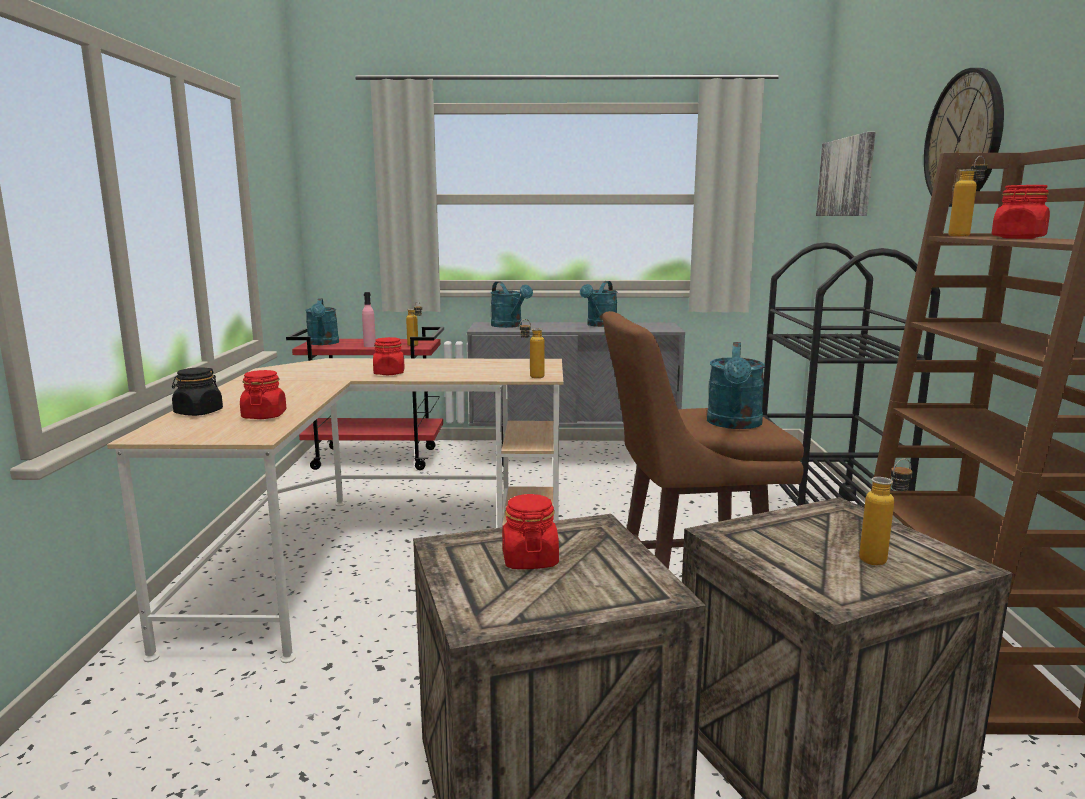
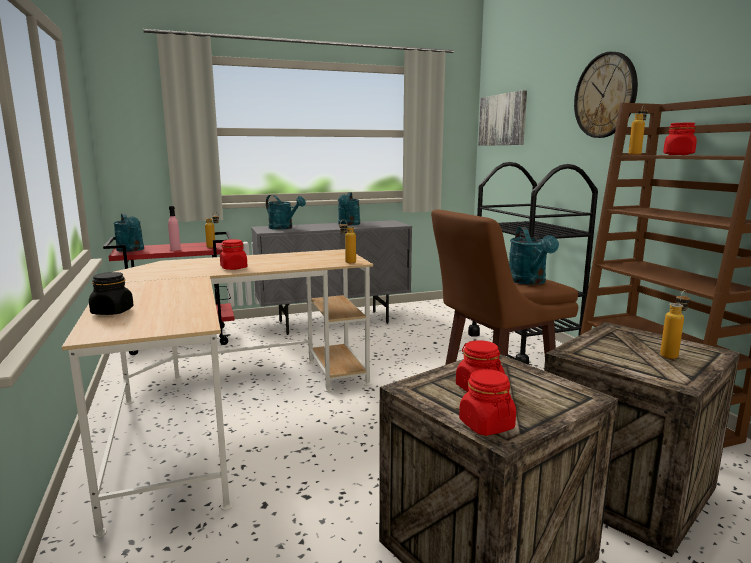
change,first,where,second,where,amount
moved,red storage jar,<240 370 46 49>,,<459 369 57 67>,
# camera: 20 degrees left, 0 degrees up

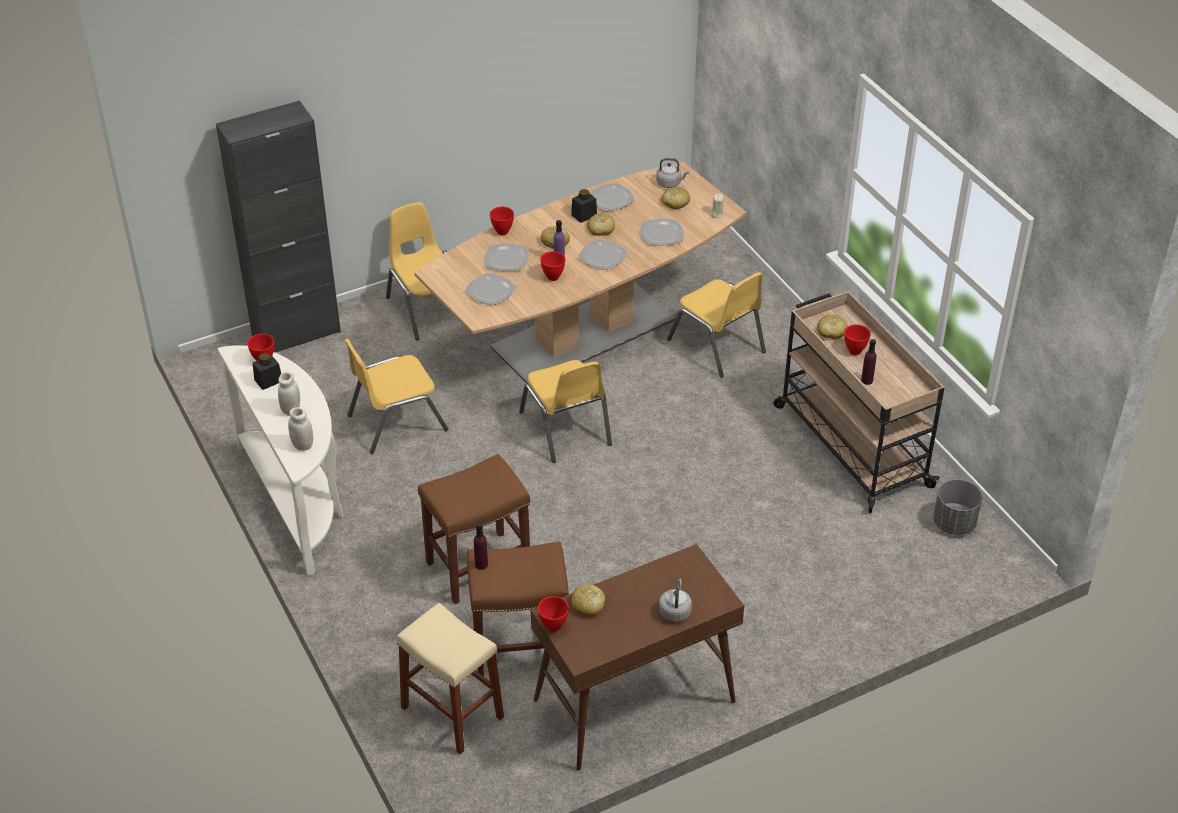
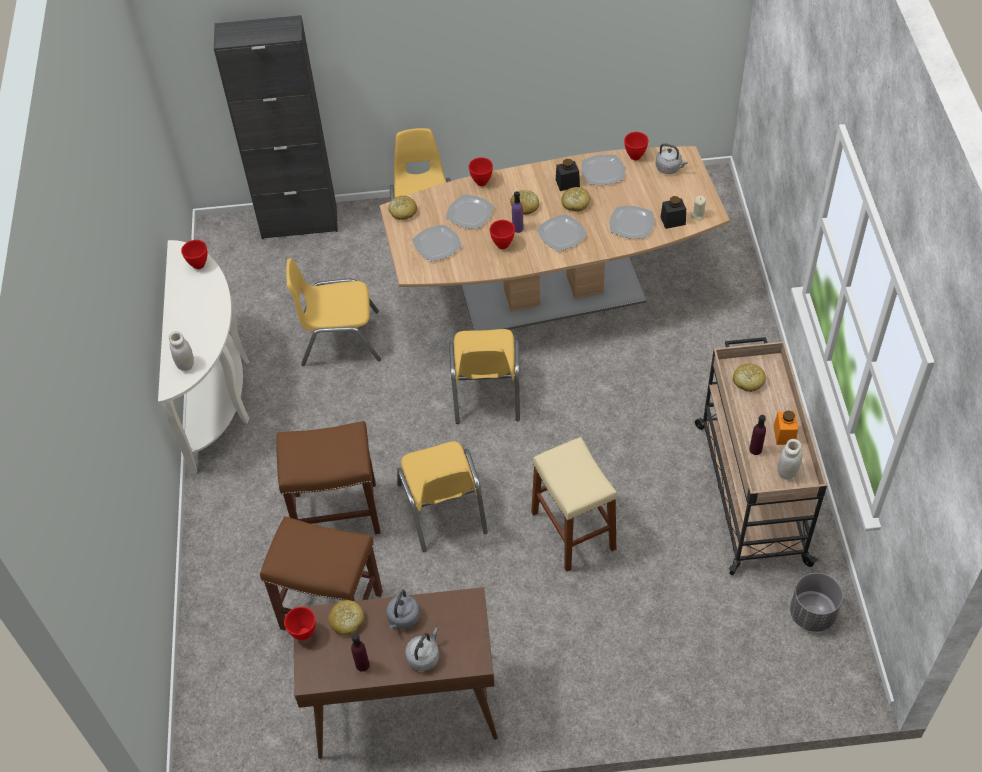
change,first,where,second,where,amount
moved,black-coloured storage jar,<253 353 28 37>,,<661 196 25 33>,
moved,whitish storage jar,<278 372 22 44>,,<777 439 25 41>,
moved,sand-coloured sitting stool,<397 603 107 151>,,<531 437 86 135>,
moved,purple-coloured beverage bottle,<474 523 14 47>,,<351 634 19 38>,
moved,bakery bread,<662 187 28 22>,,<388 196 29 24>,
moved,yellow-coloured plain chair,<667 272 99 106>,,<397 441 91 111>,
moved,red serving bowl,<844 324 27 31>,,<624 132 25 28>,
added,,,greyish kettle,<386 590 34 40>,
added,,,orange storage jar,<774 410 24 35>,
# camera: 25 degrees right, 10 degrees up

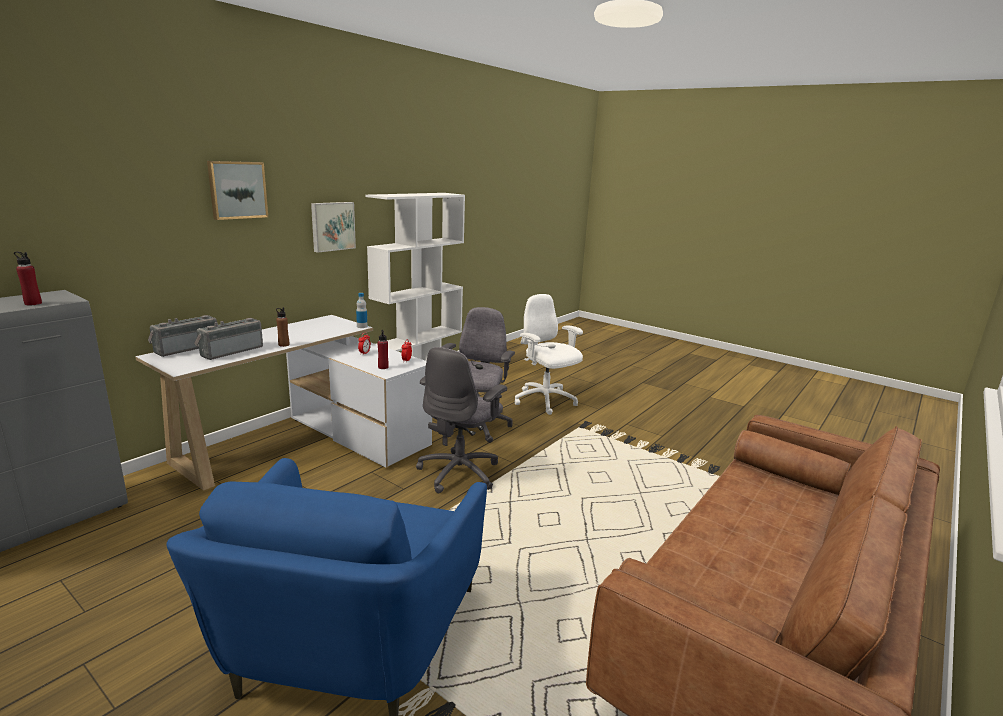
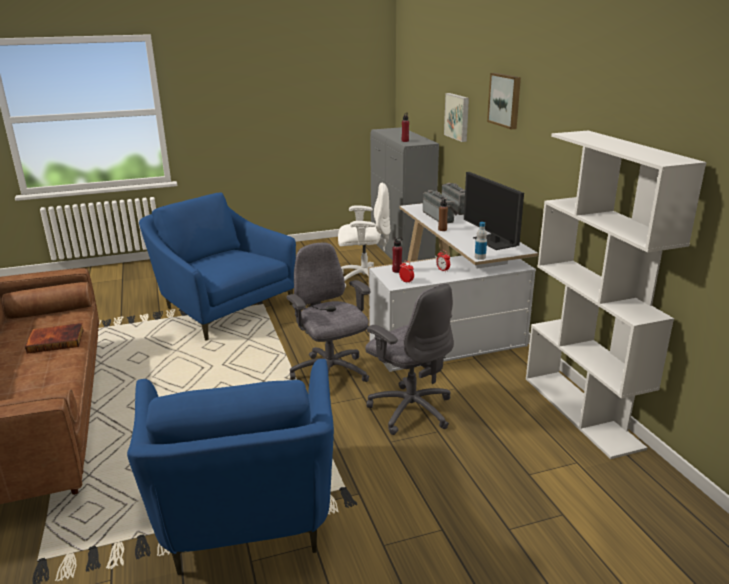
change,first,where,second,where,amount
moved,wall art,<311 202 45 51>,,<444 93 25 49>,
moved,whitish desk chair,<514 294 69 121>,,<338 183 53 105>,
added,,,volume,<25 323 59 31>,
added,,,blue-coloured lounge chair,<127 359 207 216>,
added,,,computer display,<464 172 60 78>,
# camera: 125 degrees right, 5 degrees up

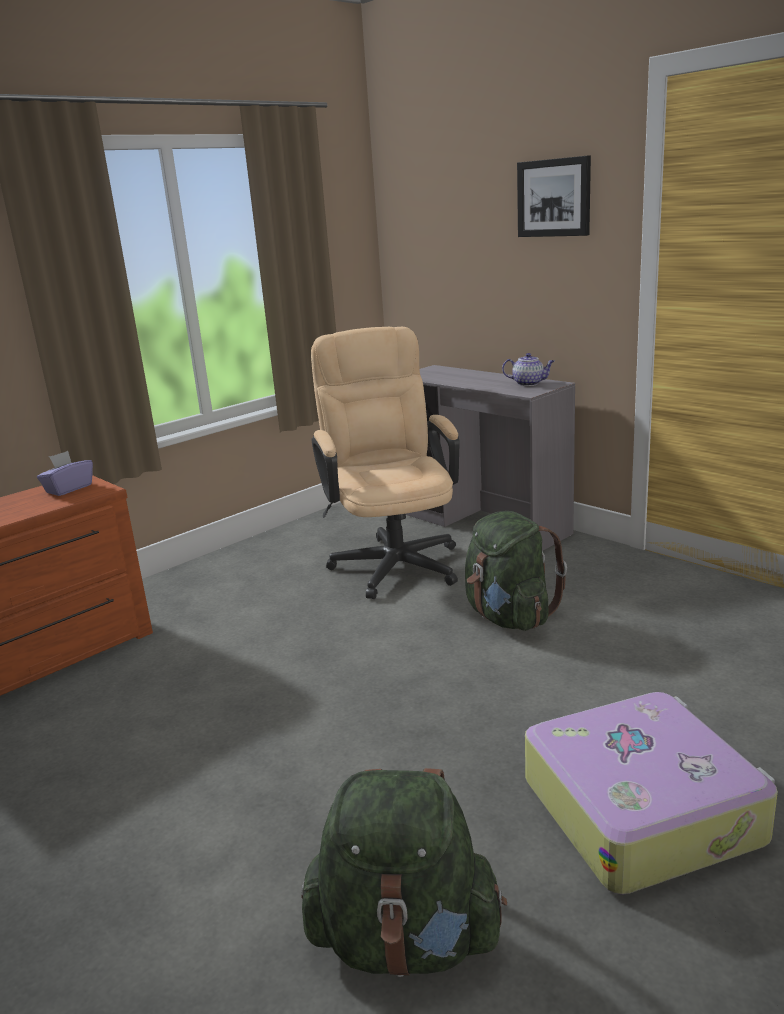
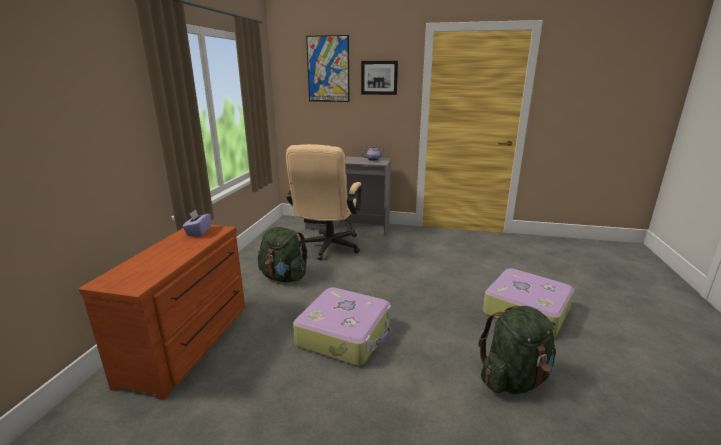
change,first,where,second,where,amount
turned,sand-coloured desk chair,<311 327 149 272>,,<286 144 76 116>,120 degrees counterclockwise
moved,green-coloured knapsack,<465 511 102 120>,,<258 227 50 55>,
added,,,travel case,<293 287 98 79>,
added,,,wall art,<306 35 44 67>,
# camera: 35 degrees left, 0 degrees up

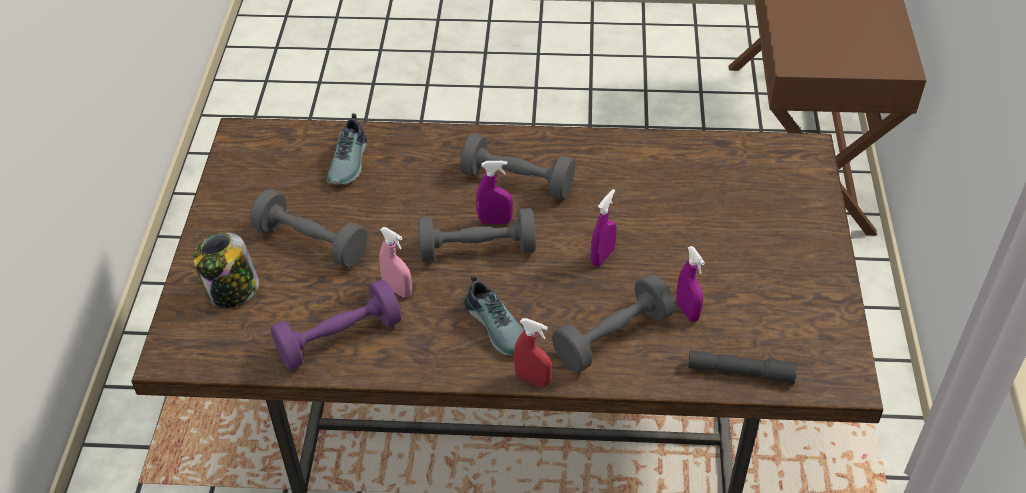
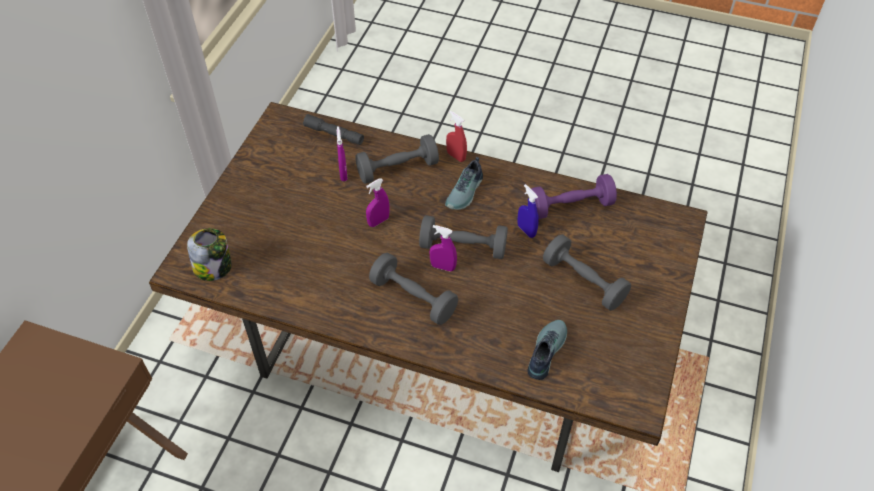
change,first,where,second,where,amount
moved,storage jar,<193 233 67 75>,,<187 228 45 53>,
recoloured,pink-coloured hand sprayer,<379 227 33 71>,blue-coloured hand sprayer,<517 184 22 54>,
turned,low shoe,<464 275 60 81>,,<445 157 38 53>,135 degrees counterclockwise
# camera: 165 degrees left, 5 degrees up

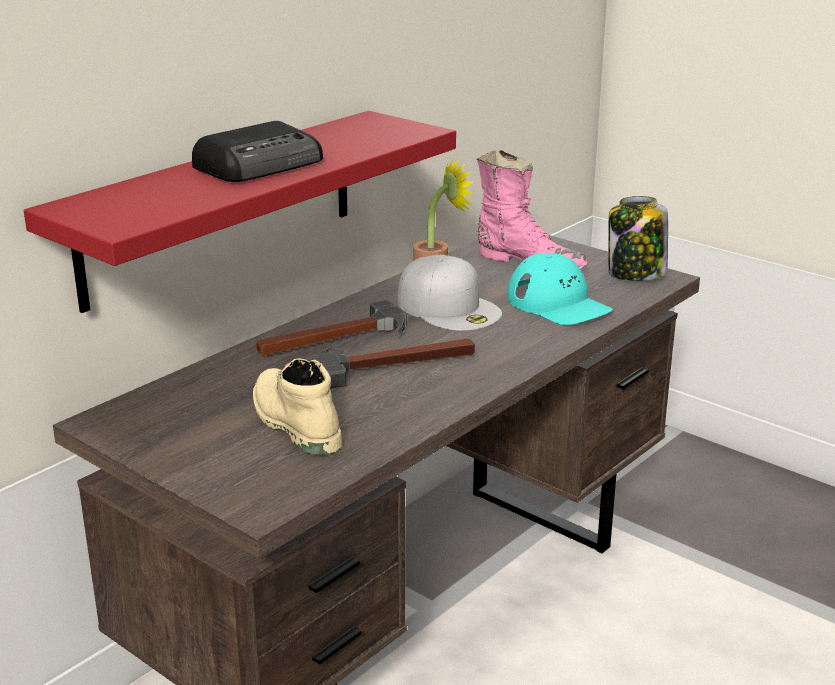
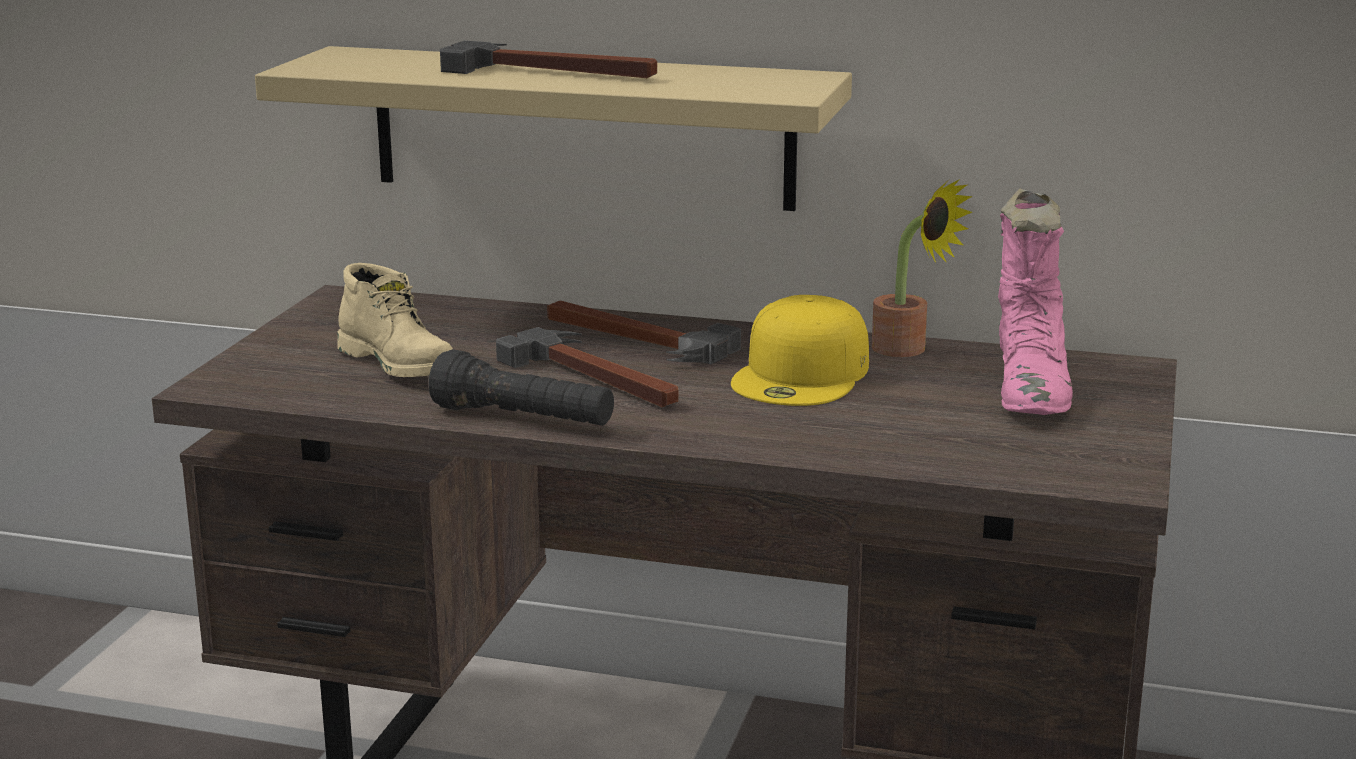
change,first,where,second,where,amount
recoloured,red shelf,<24 111 432 202>,sand-coloured shelf,<255 46 597 165>,
replaced,radio set,<192 121 131 61>,hand hammer,<440 40 217 38>,
turned,sand-coloured tall boot,<253 358 89 97>,,<337 263 116 114>,105 degrees clockwise
recoloured,whitish peaked cap,<397 255 105 76>,yellow-coloured peaked cap,<731 295 138 111>,
removed,blue-green peaked cap,<507 253 106 72>,,,
removed,storage jar,<608 196 60 85>,,,
added,,,black-coloured hand torch,<428 349 186 77>,
# camera: 65 degrees right, 5 degrees down

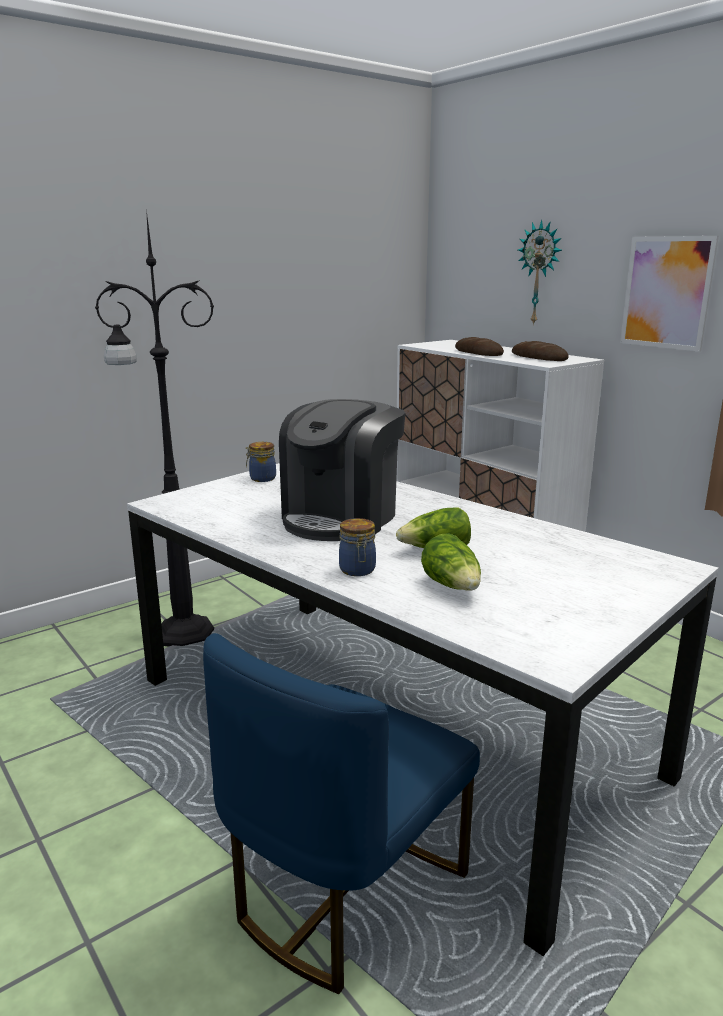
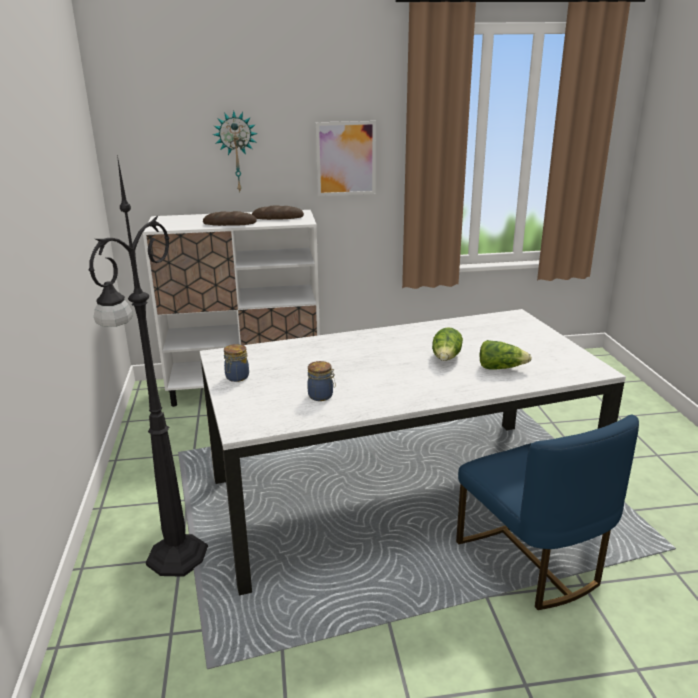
change,first,where,second,where,amount
removed,coffee brewer,<279 399 126 142>,,,
moved,storage jar,<339 518 37 58>,,<307 361 29 40>,
# camera: 60 degrees left, 5 degrees up

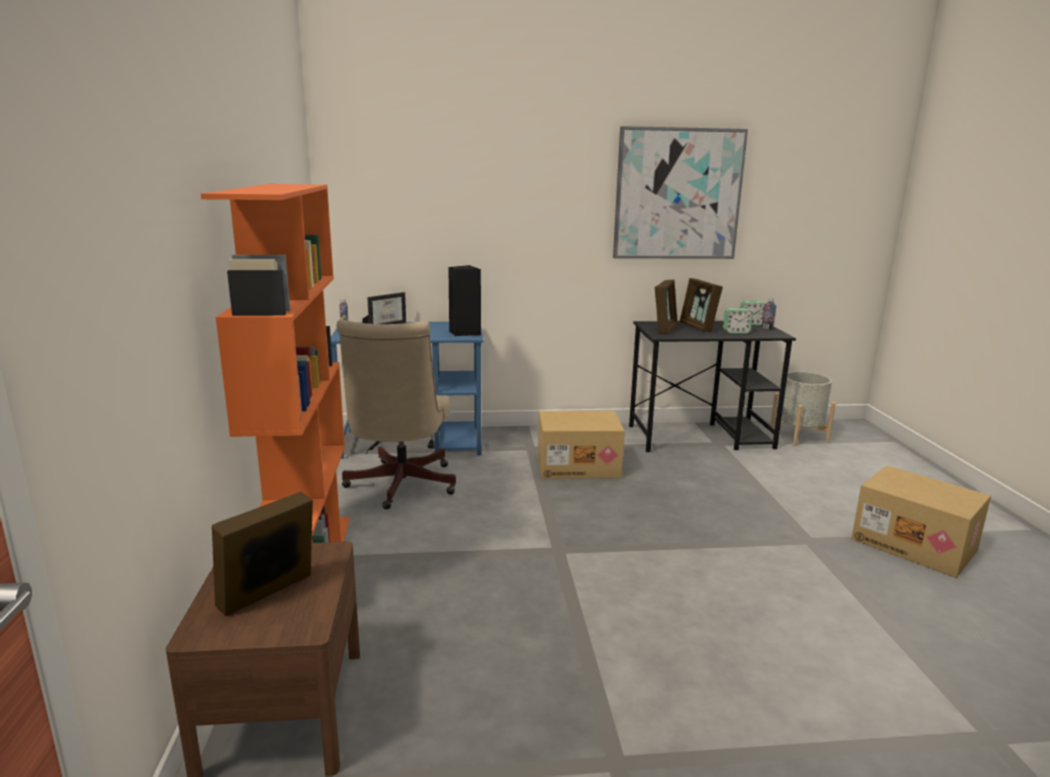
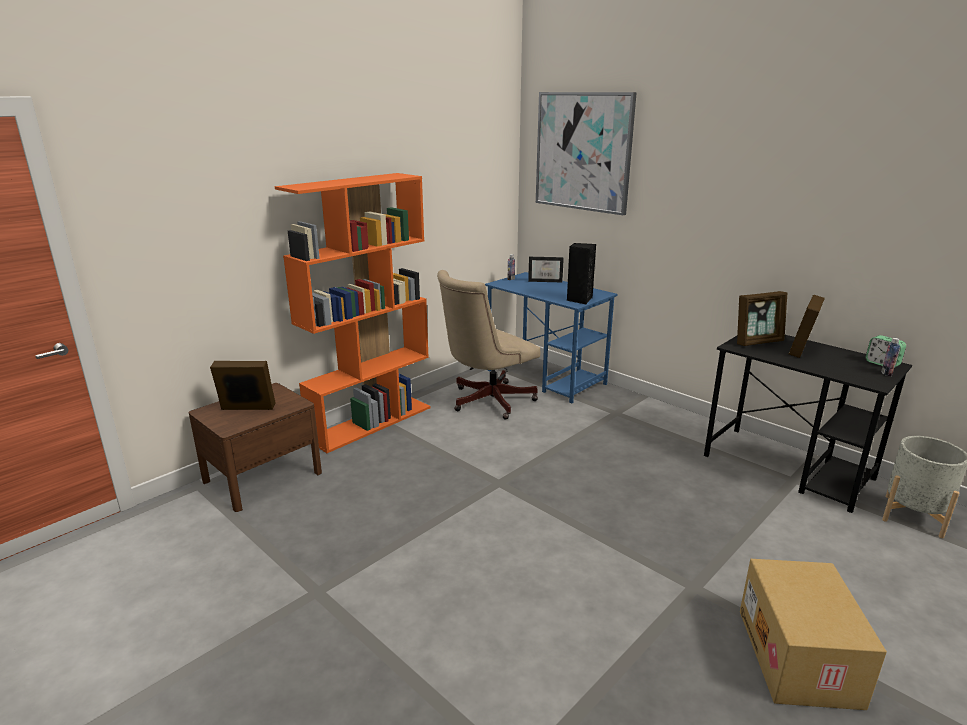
change,first,where,second,where,amount
removed,packing box,<538 411 87 68>,,,
moved,wall art,<613 126 135 133>,,<536 92 101 123>,
removed,alarm clock,<723 308 30 25>,,,
# camera: 50 degrees right, 5 degrees up

